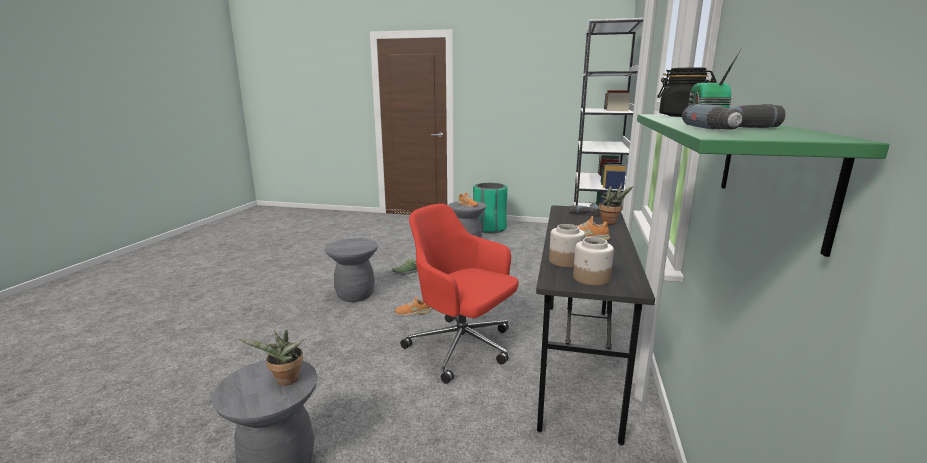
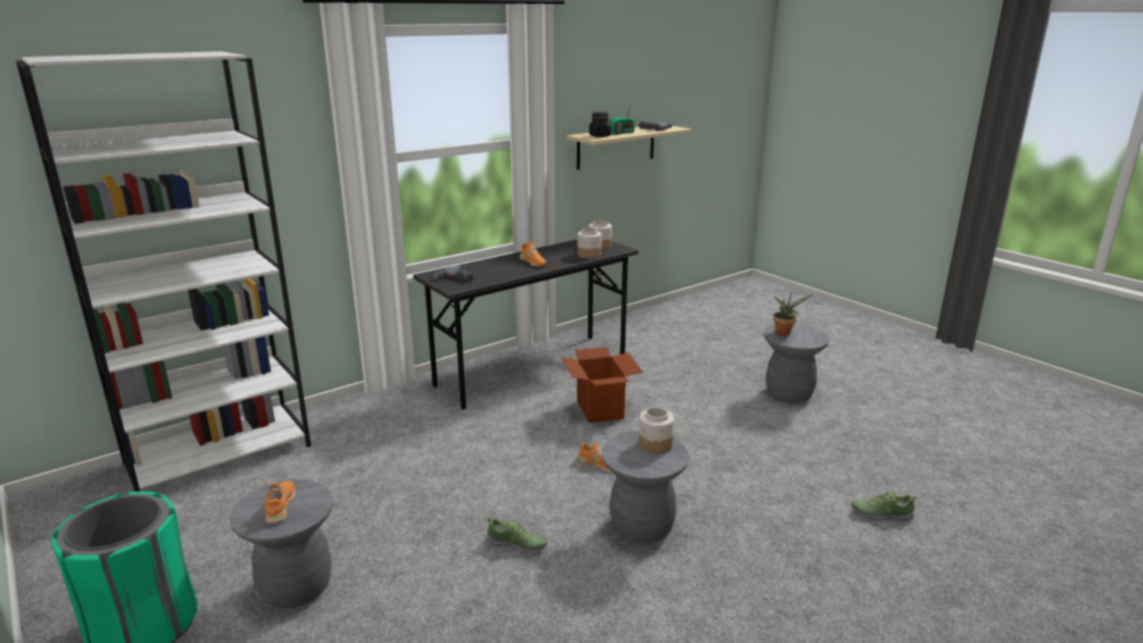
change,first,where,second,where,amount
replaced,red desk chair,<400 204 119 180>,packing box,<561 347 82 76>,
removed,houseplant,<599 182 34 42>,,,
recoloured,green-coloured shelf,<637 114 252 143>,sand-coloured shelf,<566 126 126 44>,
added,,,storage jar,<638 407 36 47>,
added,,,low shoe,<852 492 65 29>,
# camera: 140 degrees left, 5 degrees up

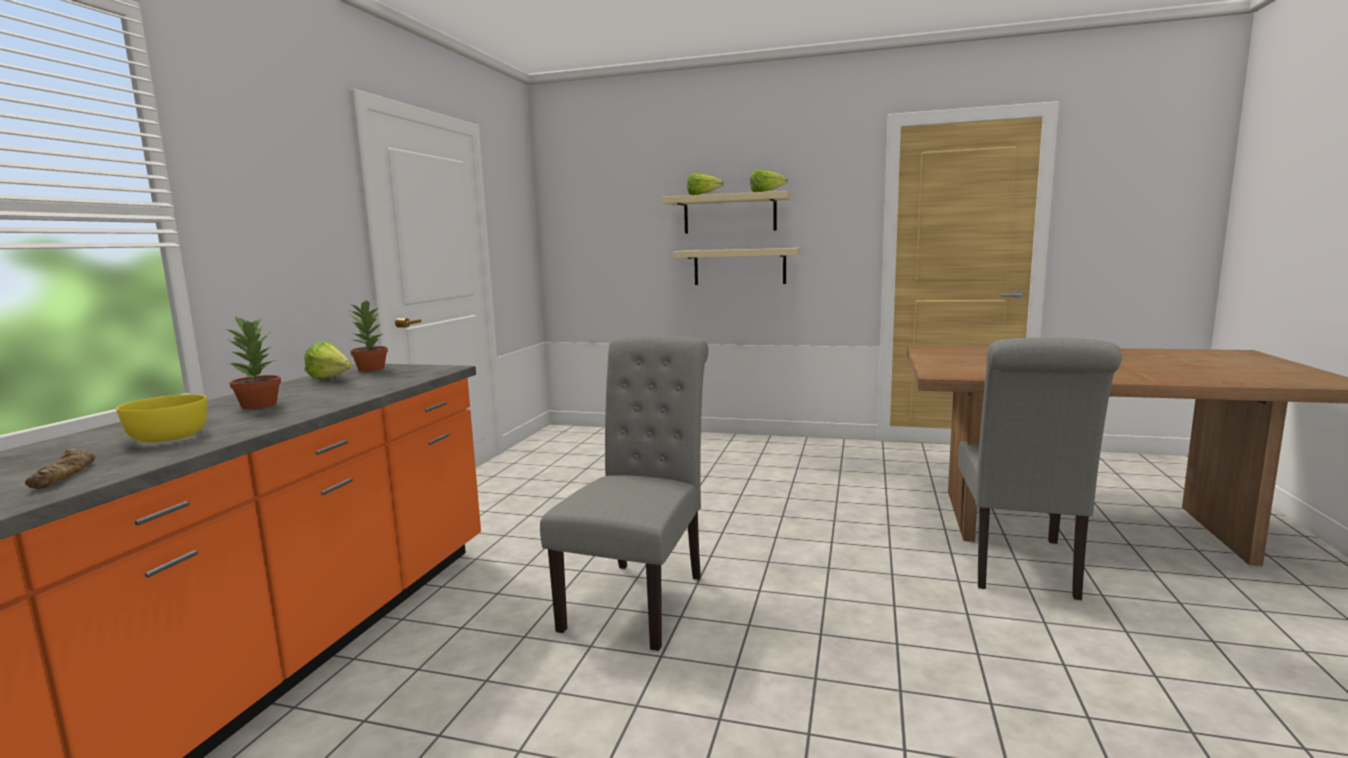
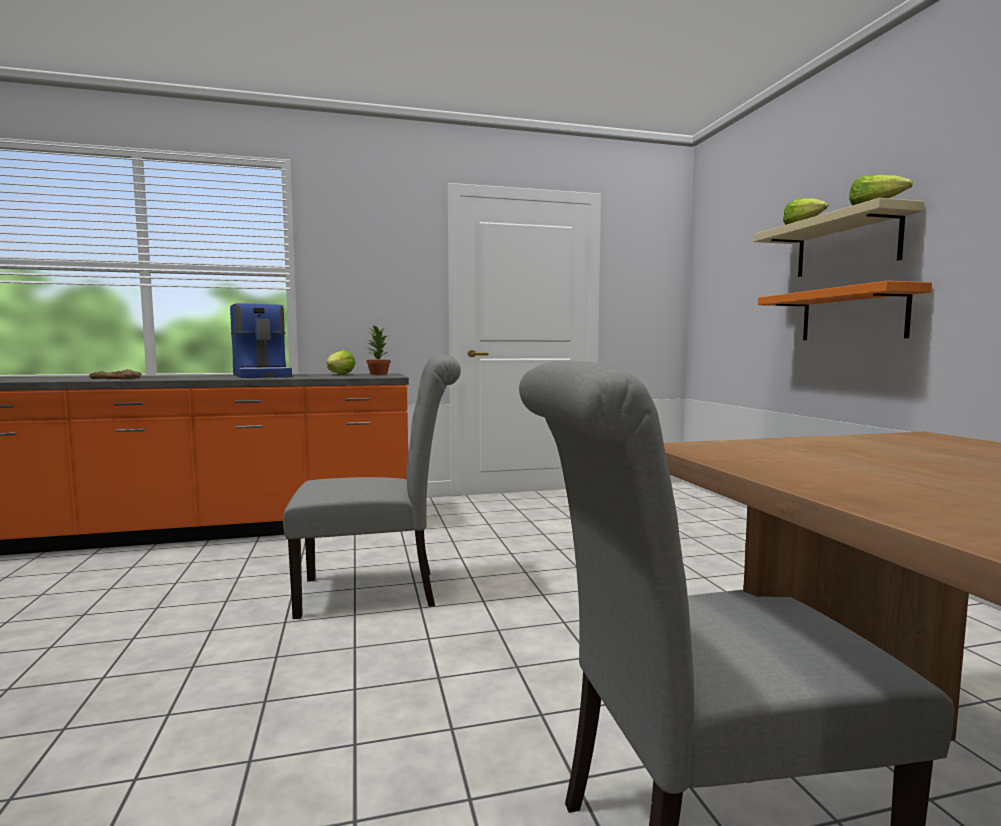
change,first,where,second,where,amount
removed,yellow-coloured serving bowl,<116 394 91 48>,,,
replaced,houseplant,<224 315 57 94>,coffee brewer,<230 303 62 75>,
recoloured,sand-coloured shelf,<673 248 127 37>,orange shelf,<758 281 174 59>,
# camera: 60 degrees right, 5 degrees down

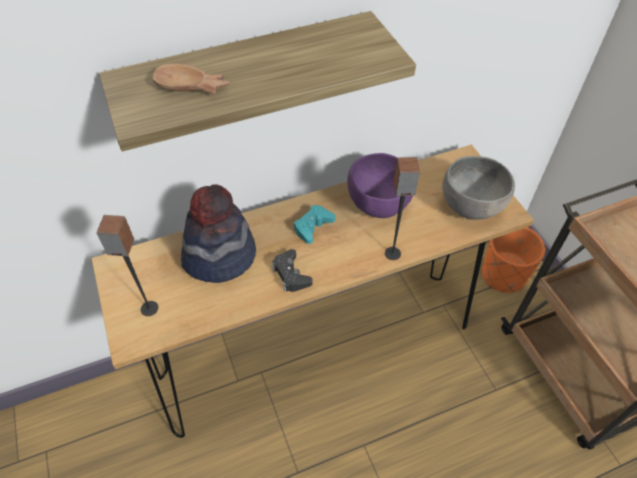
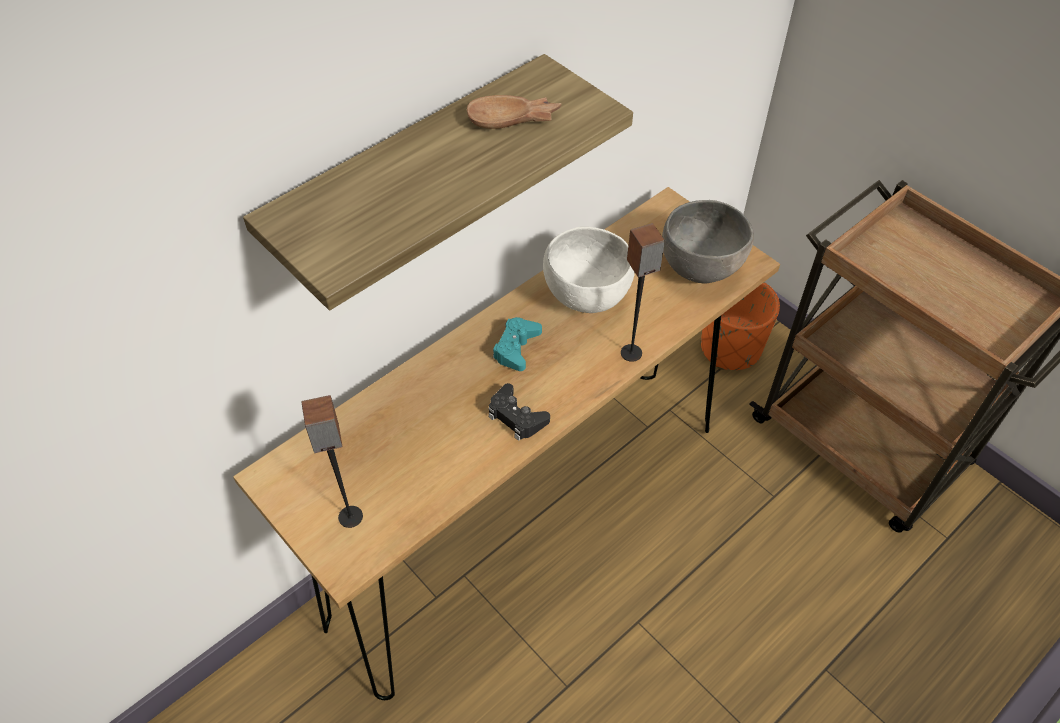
change,first,where,second,where,amount
moved,brown serving bowl,<152 63 78 31>,,<467 95 95 34>,
removed,hat,<181 184 75 99>,,,
recoloured,purple-coloured serving bowl,<347 153 66 65>,whitish serving bowl,<543 227 92 86>,
# camera: 20 degrees left, 0 degrees up

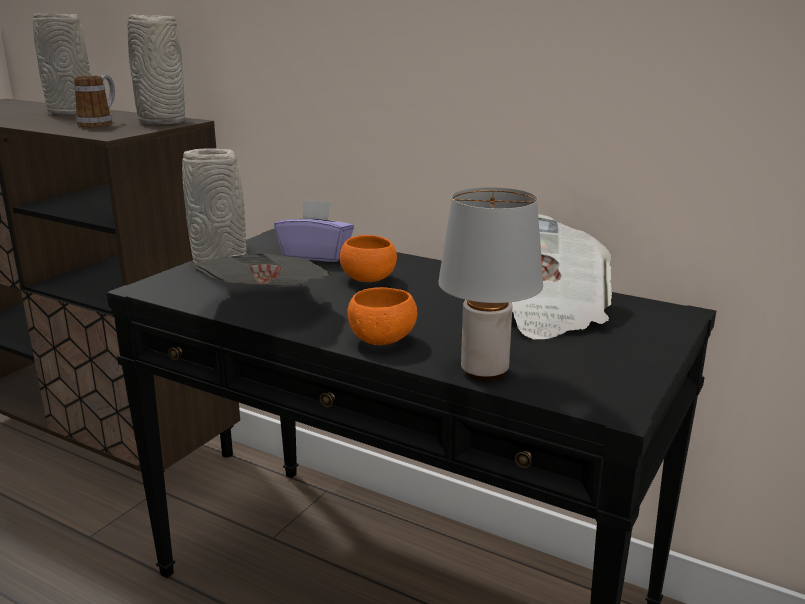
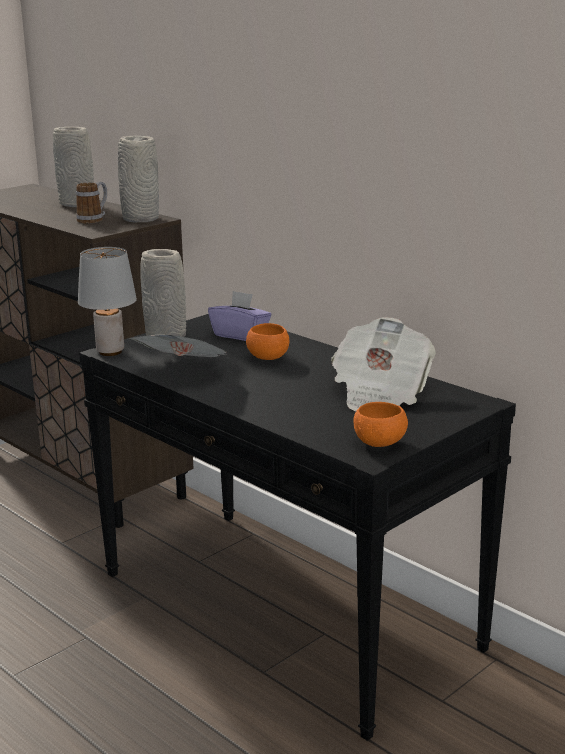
change,first,where,second,where,amount
moved,orange serving bowl,<347 287 70 58>,,<353 402 55 45>,
moved,greyish tabletop lamp,<438 187 105 194>,,<78 247 59 109>,
# camera: 15 degrees right, 0 degrees up

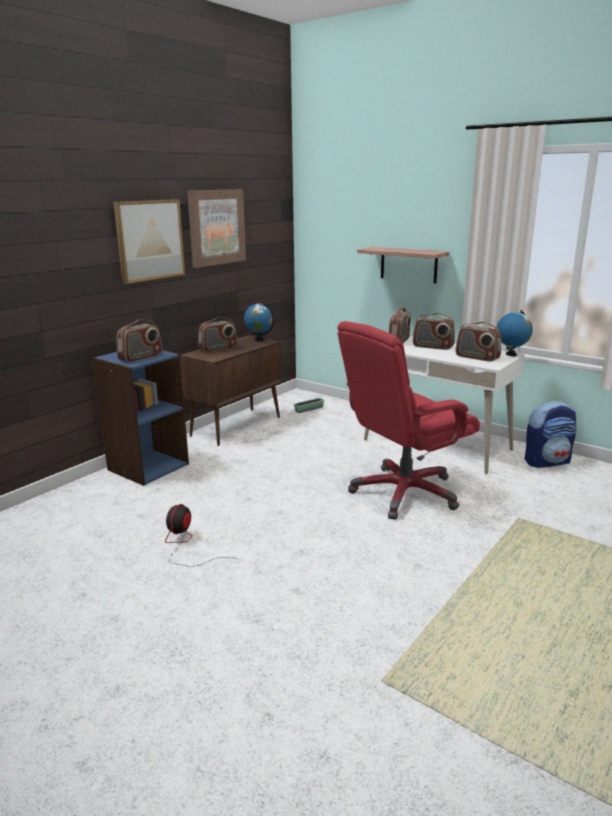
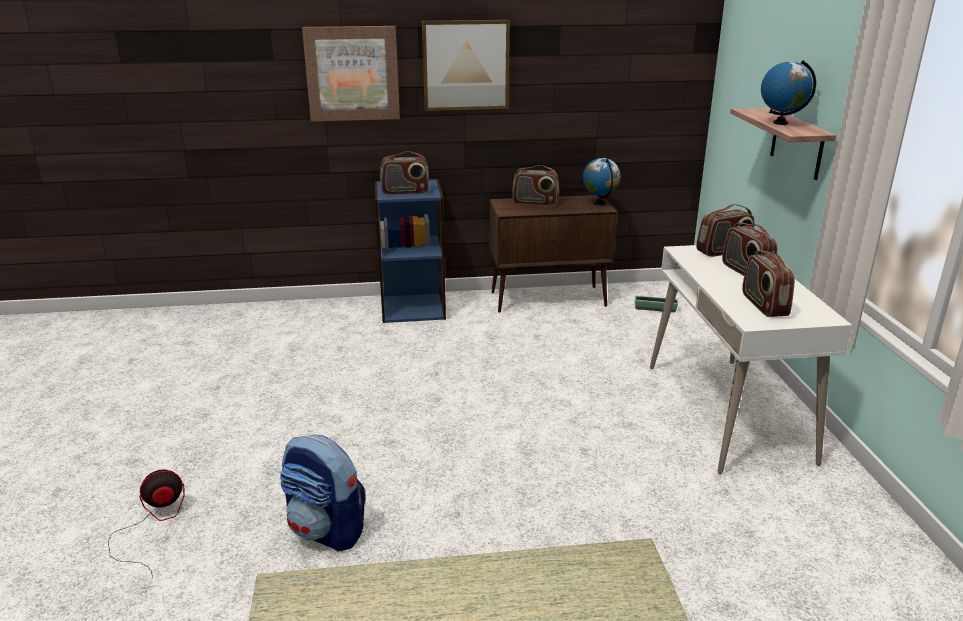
change,first,where,second,where,amount
moved,electric fan,<165 504 72 63>,,<108 469 77 110>,
moved,wall art,<187 189 59 79>,,<302 26 98 96>,
removed,red desk chair,<337 321 143 199>,,,
moved,globe,<496 310 37 46>,,<761 60 55 65>,
moved,knapsack,<525 401 52 67>,,<280 434 86 118>,
# camera: 45 degrees right, 5 degrees up

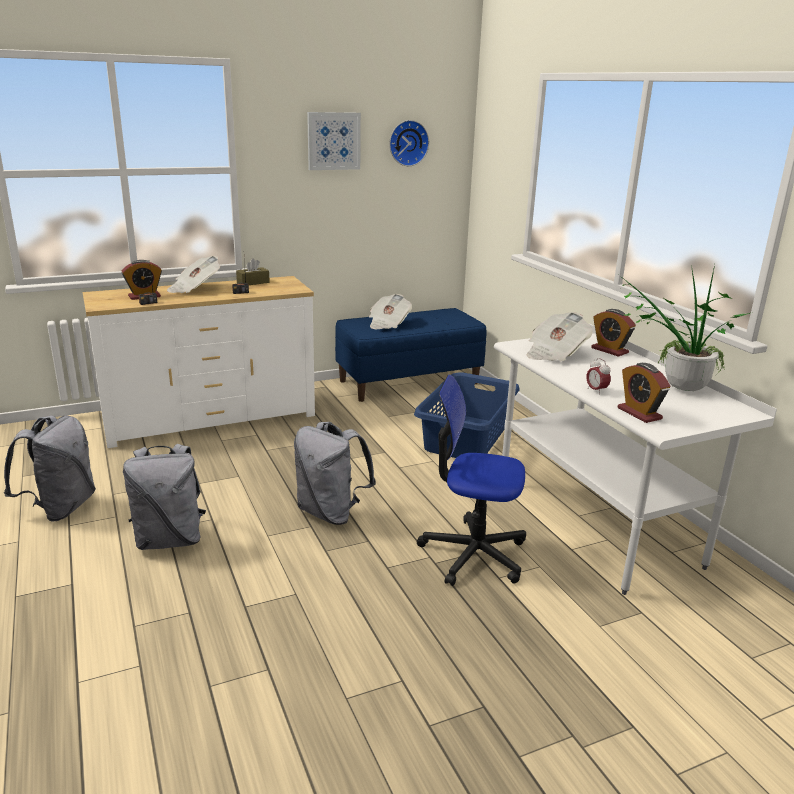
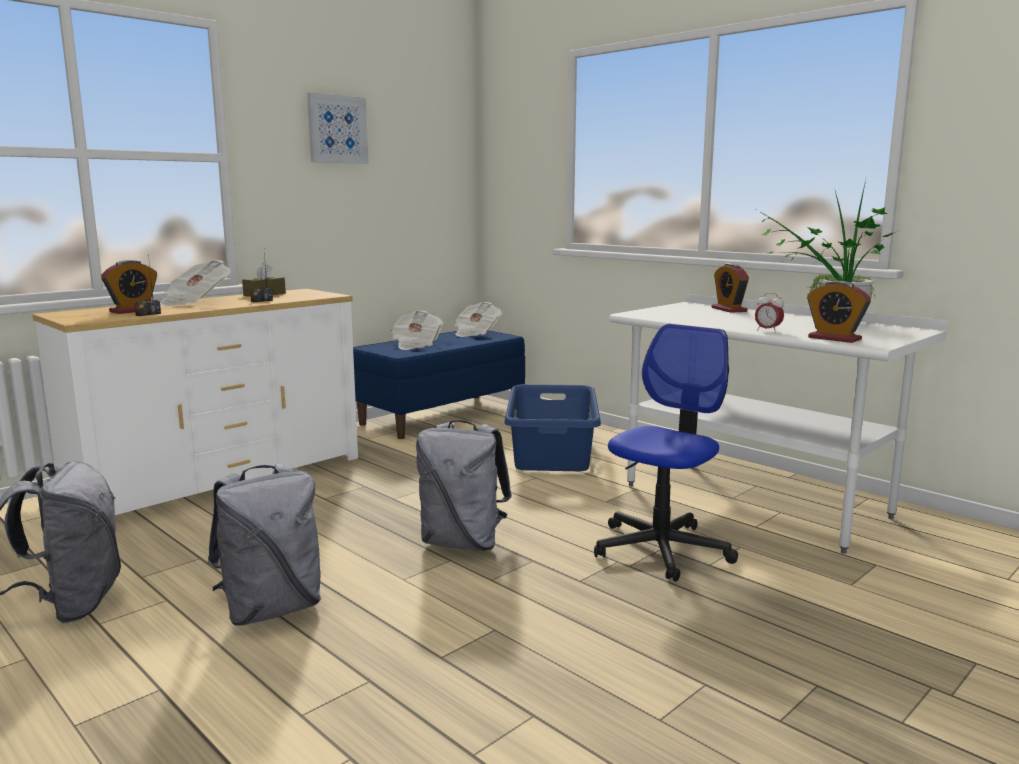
change,first,where,second,where,amount
removed,hanging clock,<389 120 40 46>,,,
turned,desk chair,<417 375 109 211>,,<594 324 144 258>,135 degrees clockwise
moved,newspaper,<526 312 67 49>,,<454 302 48 35>,
turned,alarm clock,<591 309 45 48>,,<711 263 38 50>,45 degrees clockwise
# camera: 20 degrees left, 10 degrees down

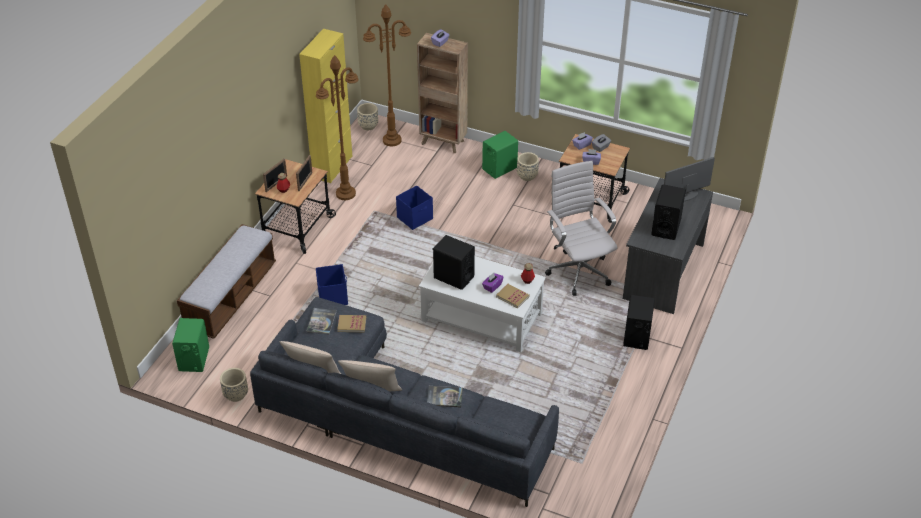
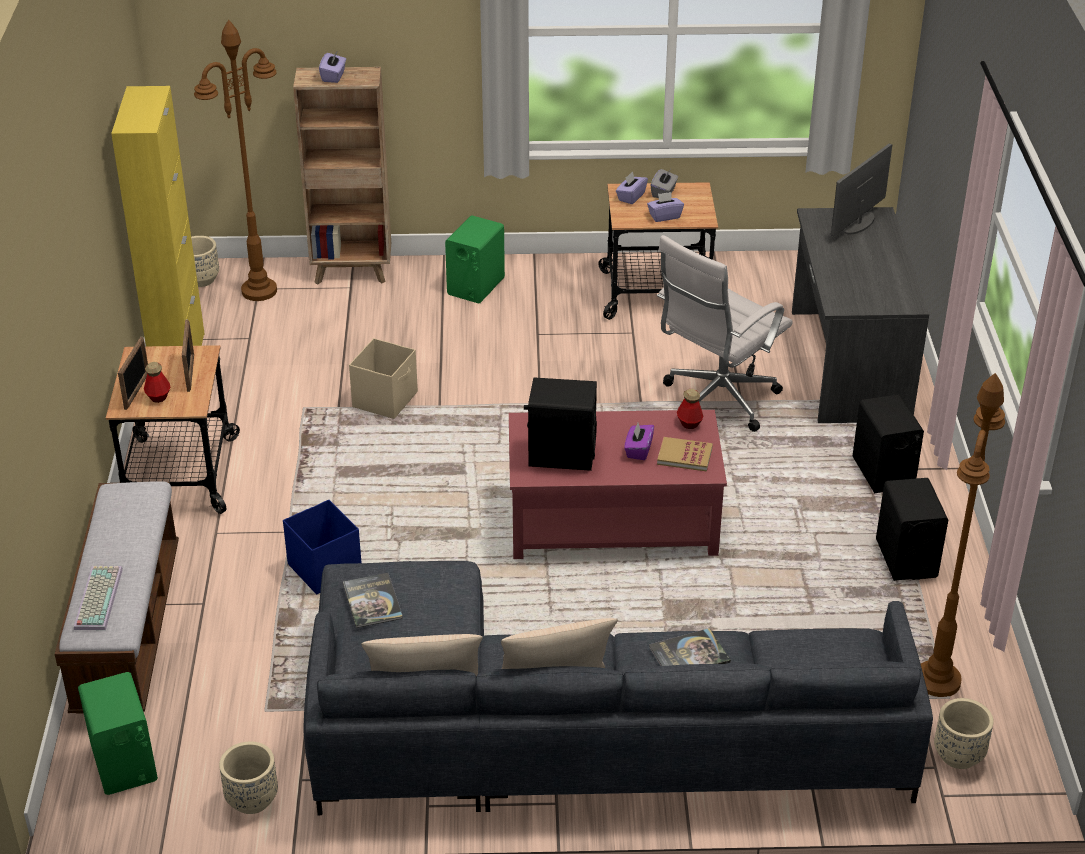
change,first,where,second,where,amount
moved,brown standard lamp,<316 55 42 145>,,<921 373 84 324>,
removed,volume,<337 315 29 17>,,,
recoloured,blue-coloured storage bin,<396 185 37 45>,sand-coloured storage bin,<349 338 69 81>,
recoloured,whitish low table,<419 256 127 96>,red low table,<509 410 218 149>,
moved,sand-coloured flower pot,<517 152 22 29>,,<934 698 60 71>,
turned,whitish desk chair,<545 161 72 135>,,<657 235 136 197>,90 degrees counterclockwise
moved,black-coloured speaker,<651 184 35 56>,,<876 478 72 103>,
added,,,computer keyboard,<74 566 49 64>,
# camera: 25 degrees left, 5 degrees down

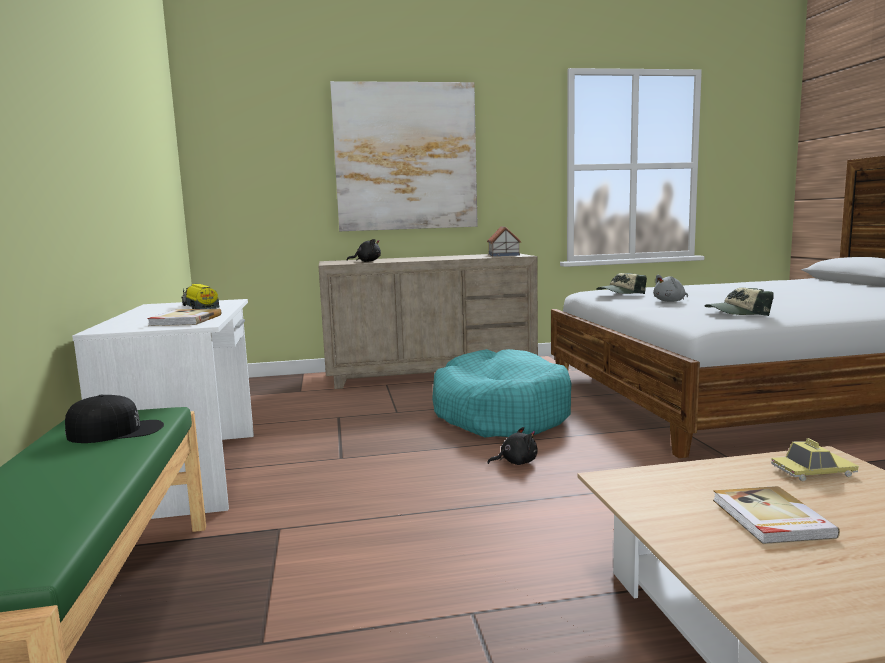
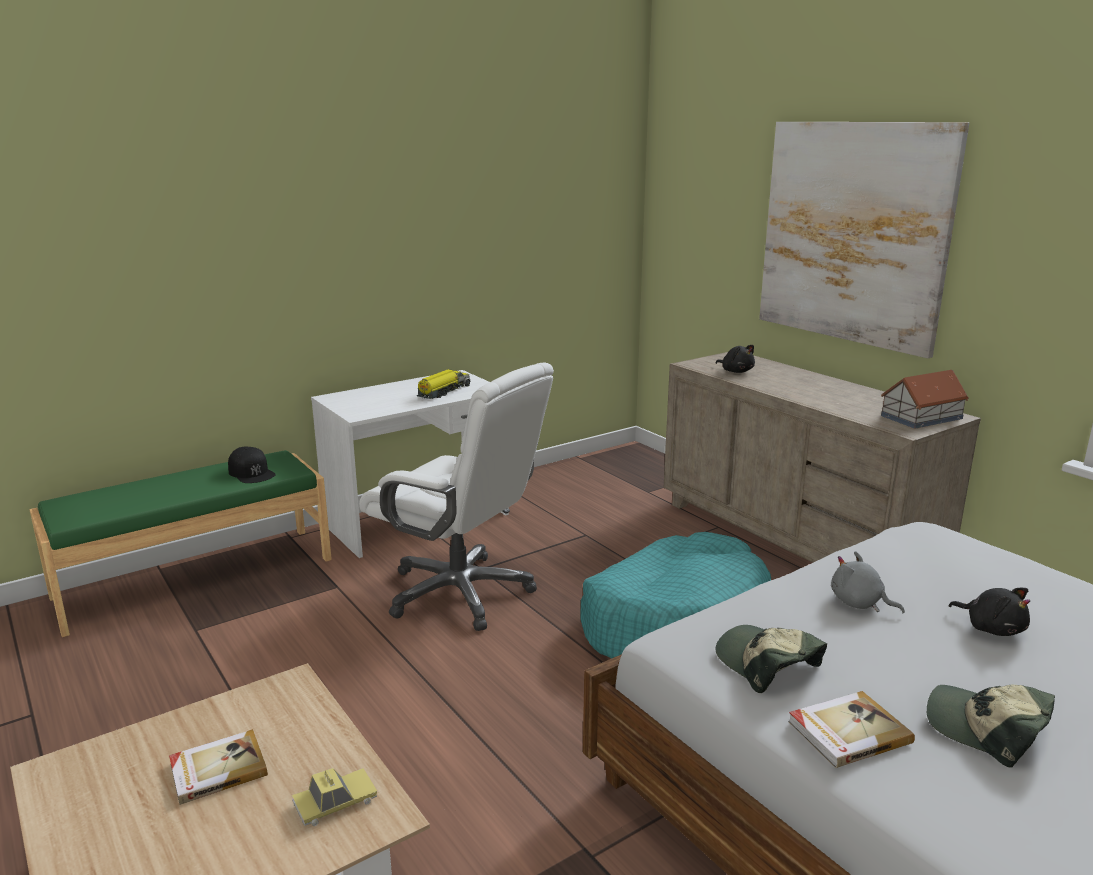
change,first,where,second,where,amount
moved,volume,<147 308 74 18>,,<788 691 127 77>,
moved,black-coloured plush toy,<487 427 51 38>,,<949 588 81 48>,
moved,peaked cap,<596 273 51 21>,,<927 685 128 83>,
turned,toy car,<771 438 88 43>,,<292 768 85 58>,90 degrees counterclockwise
added,,,whitish desk chair,<359 362 195 269>,
# camera: 65 degrees right, 10 degrees up

